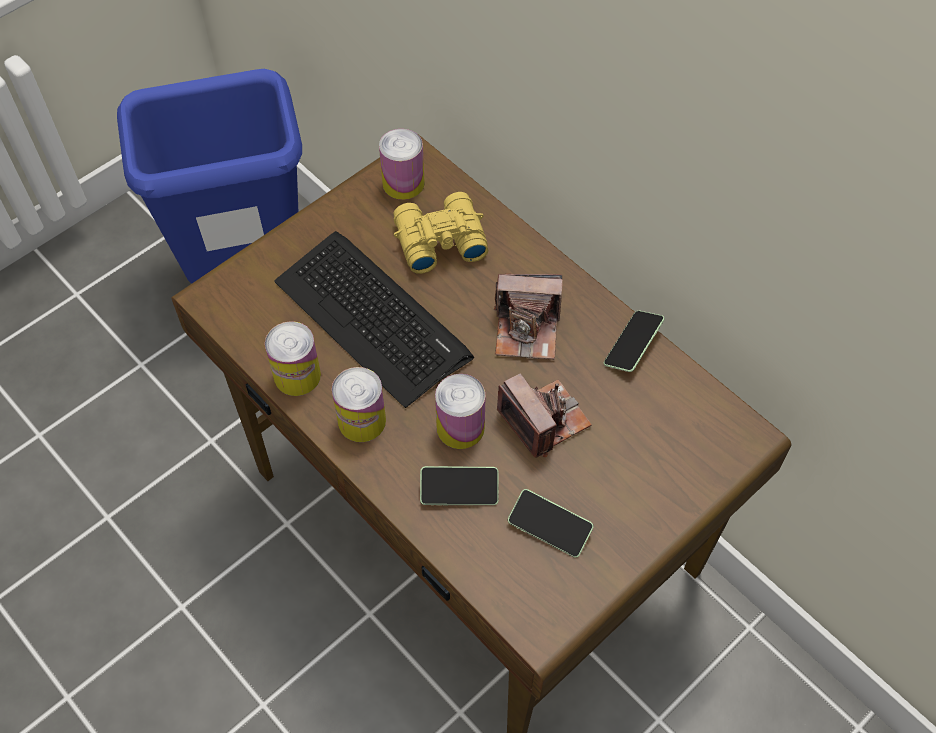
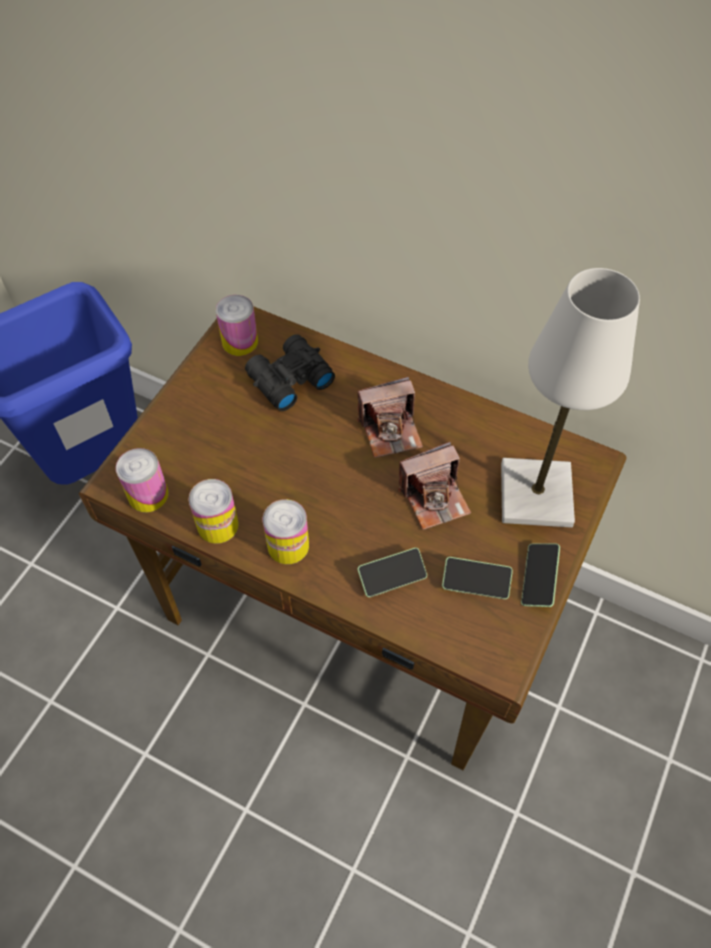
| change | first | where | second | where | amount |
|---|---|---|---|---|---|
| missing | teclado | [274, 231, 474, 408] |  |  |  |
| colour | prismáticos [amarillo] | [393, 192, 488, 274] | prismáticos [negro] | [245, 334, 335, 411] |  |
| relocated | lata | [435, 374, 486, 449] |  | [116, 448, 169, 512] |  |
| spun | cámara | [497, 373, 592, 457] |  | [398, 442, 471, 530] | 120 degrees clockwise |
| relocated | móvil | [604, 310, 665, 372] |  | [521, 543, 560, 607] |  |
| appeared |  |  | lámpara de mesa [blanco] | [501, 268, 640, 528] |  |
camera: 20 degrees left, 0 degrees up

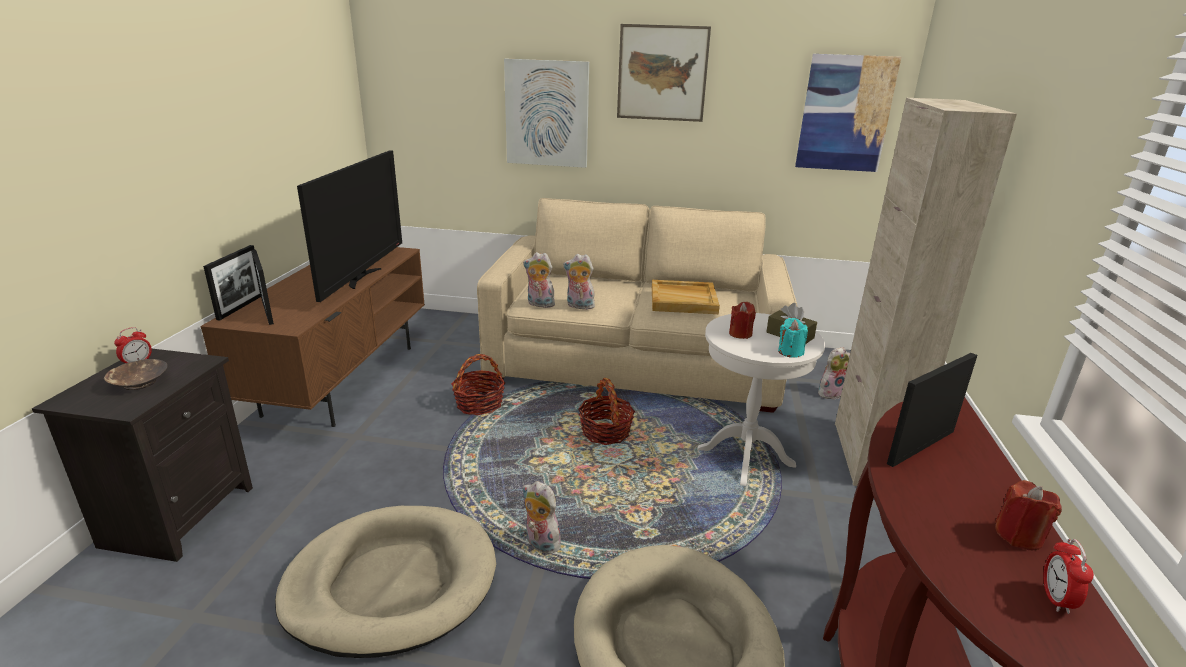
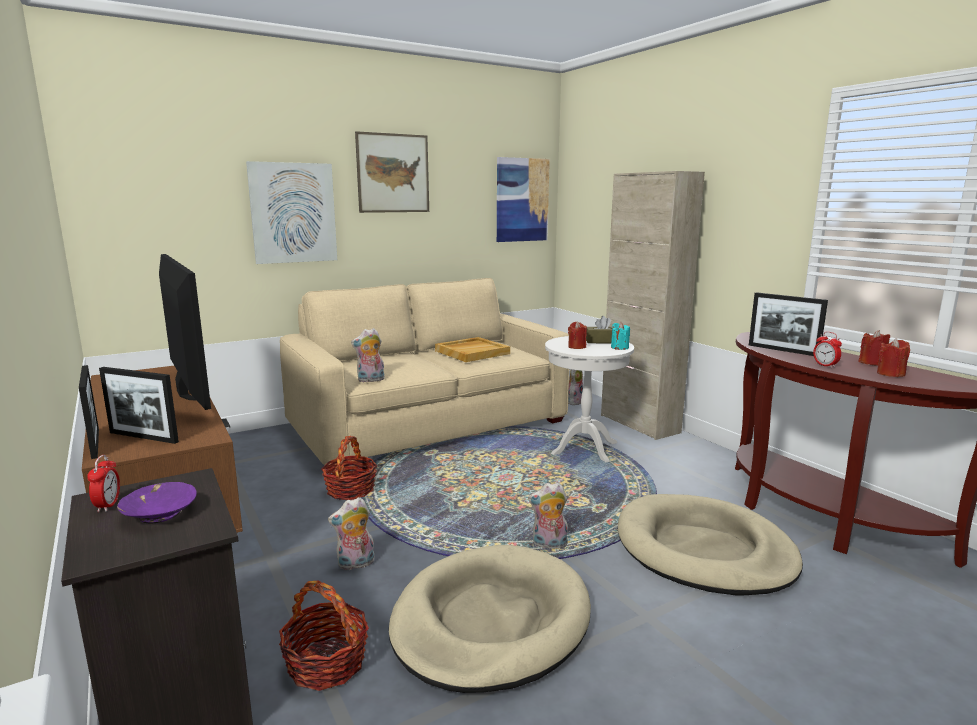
| change | first | where | second | where | amount |
|---|---|---|---|---|---|
| colour | cuenco [marrón] | [104, 359, 167, 390] | cuenco [morado] | [117, 482, 197, 523] |  |
| relocated | peluche | [563, 254, 598, 310] |  | [328, 497, 375, 570] |  |
| relocated | cesta | [578, 378, 635, 445] |  | [279, 581, 369, 691] |  |
| spun | portarretratos | [887, 353, 977, 467] |  | [749, 292, 828, 356] | 60 degrees counterclockwise |
| relocated | despertador | [1043, 539, 1094, 614] |  | [813, 332, 842, 368] |  |
| appeared |  |  | vela [rojo] | [877, 339, 910, 377] |  |
camera: 40 degrees left, 10 degrees down

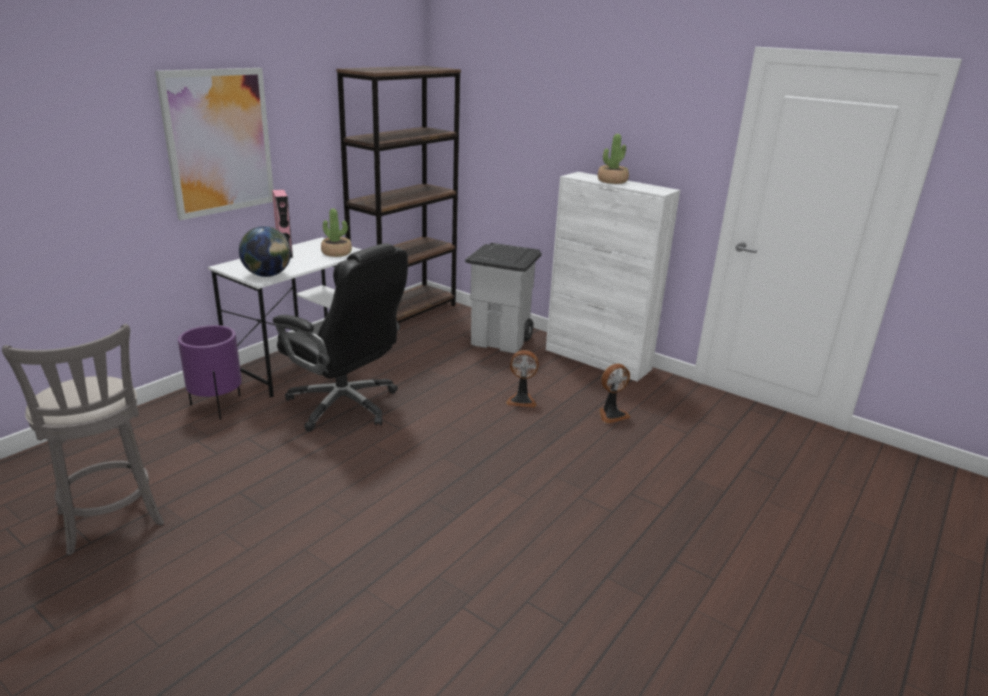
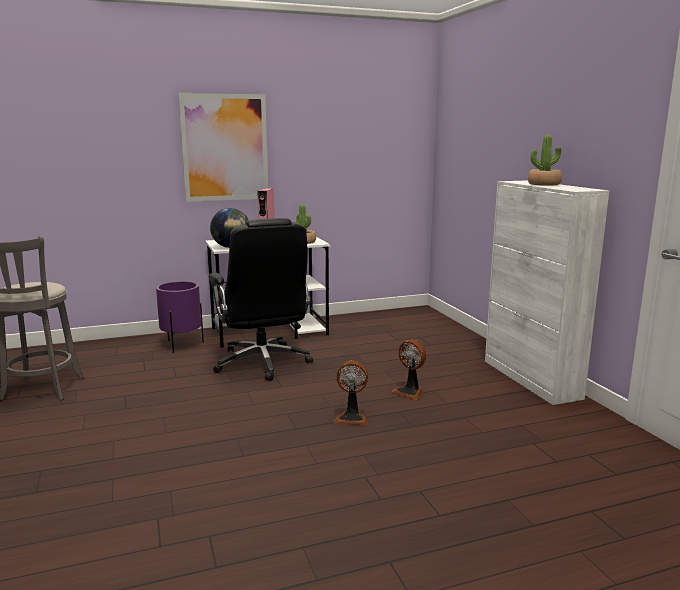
| change | first | where | second | where | amount |
|---|---|---|---|---|---|
| missing | estantería [marrón] | [336, 66, 461, 323] |  |  |  |
| missing | papelera [gris] | [465, 243, 542, 353] |  |  |  |
| relocated | ventilador | [599, 364, 630, 424] |  | [334, 361, 368, 425] |  |
camera: 35 degrees right, 10 degrees down

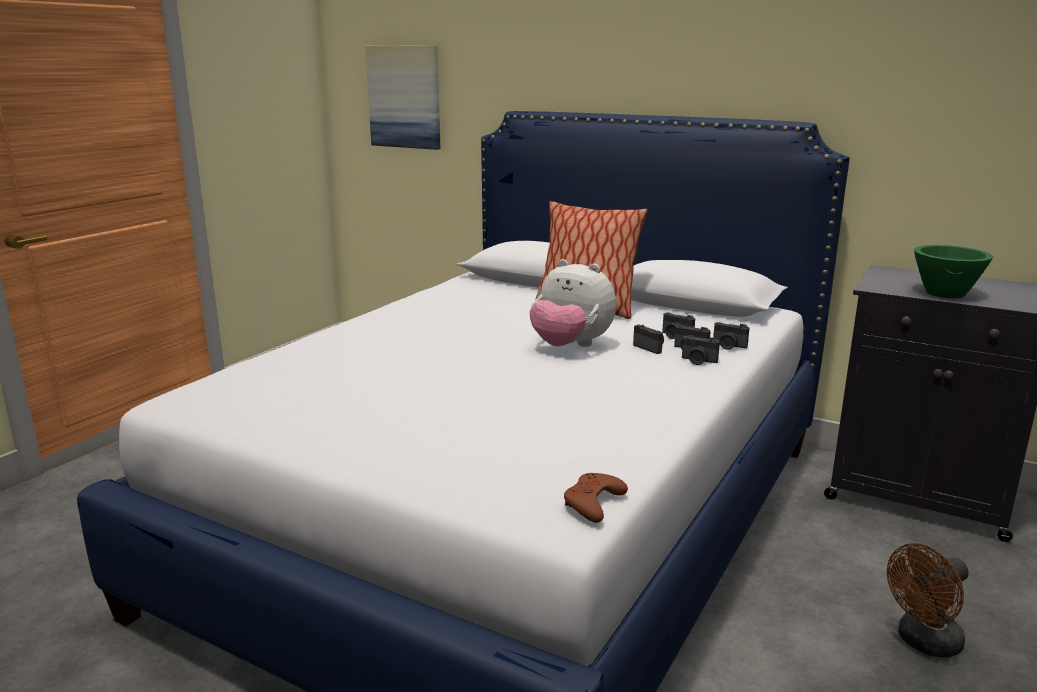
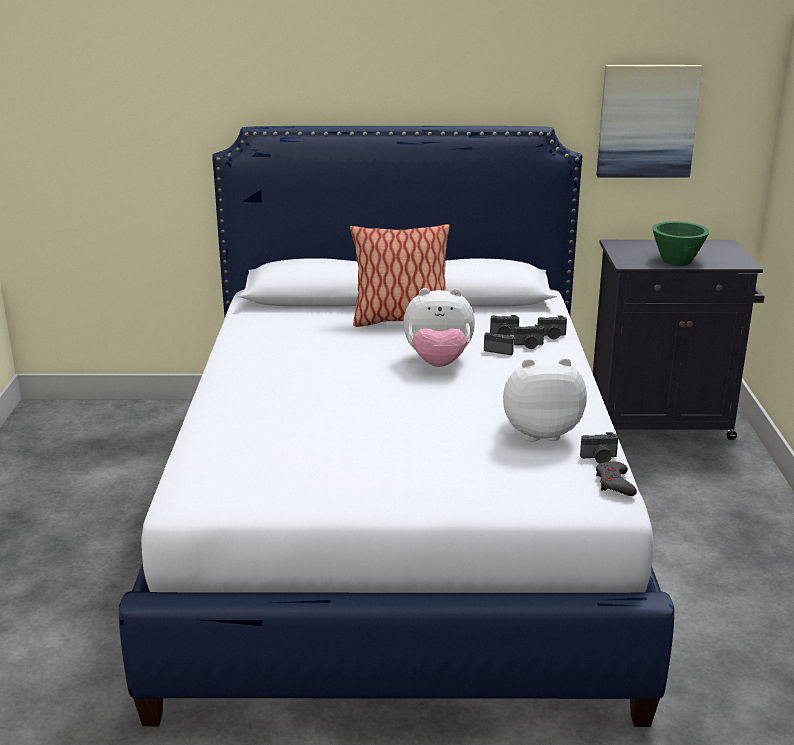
| change | first | where | second | where | amount |
|---|---|---|---|---|---|
| relocated | cuadro | [365, 45, 440, 150] |  | [596, 65, 703, 177] |  |
| colour | mando de consola [marrón] | [564, 473, 628, 523] | mando de consola [gris] | [596, 461, 637, 496] |  |
| relocated | cámara | [682, 336, 720, 365] |  | [580, 432, 618, 463] |  |
| missing | ventilador [marrón] | [887, 543, 969, 658] |  |  |  |
| appeared |  |  | peluche | [503, 358, 587, 442] |  |
camera: 30 degrees left, 5 degrees up

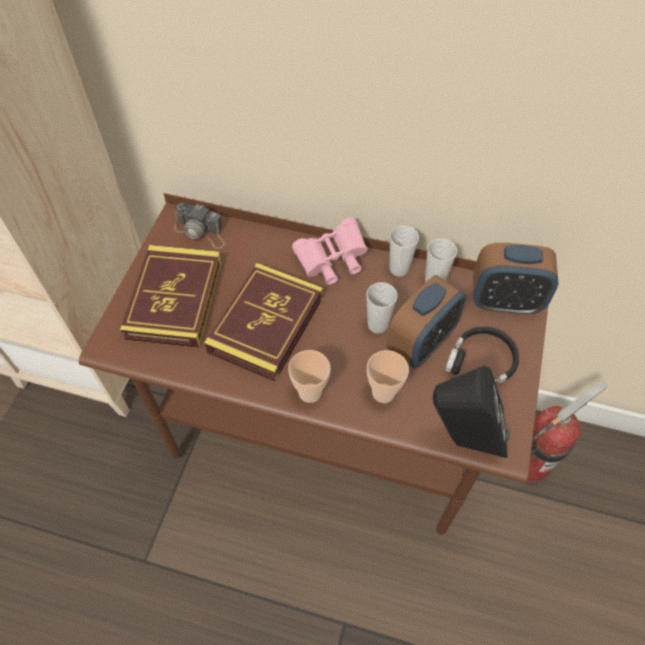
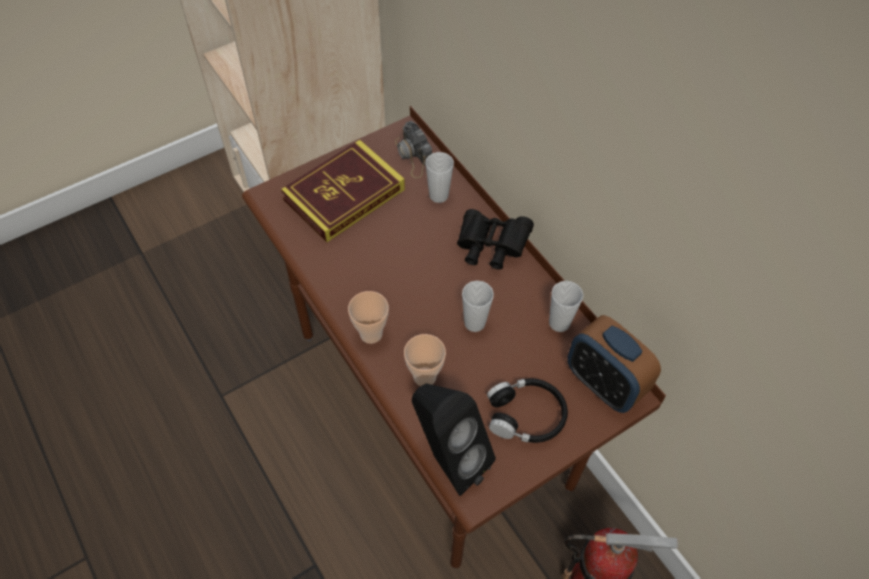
| change | first | where | second | where | amount |
|---|---|---|---|---|---|
| missing | libro | [204, 263, 323, 381] |  |  |  |
| colour | prismáticos [rosa] | [292, 217, 368, 285] | prismáticos [negro] | [457, 209, 534, 270] |  |
| missing | despertador | [386, 275, 466, 368] |  |  |  |
| relocated | taza | [390, 225, 419, 277] |  | [426, 152, 454, 203] |  |
camera: 40 degrees right, 0 degrees up

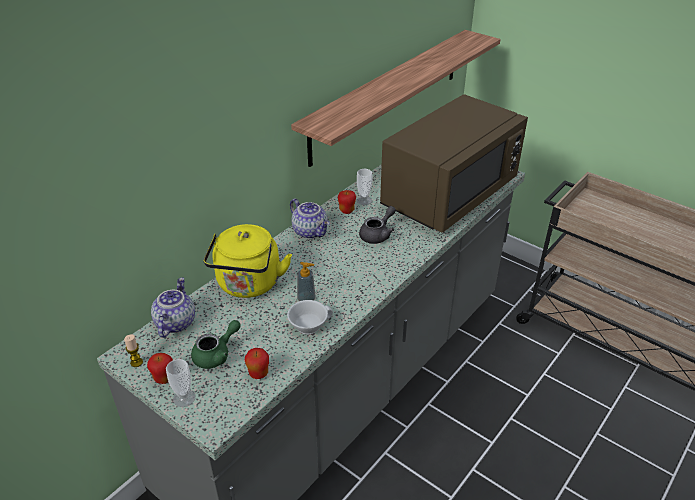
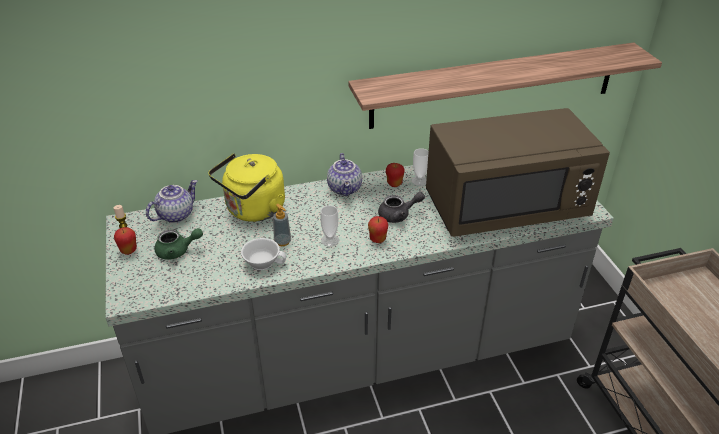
| change | first | where | second | where | amount |
|---|---|---|---|---|---|
| relocated | taza | [166, 359, 196, 407] |  | [320, 205, 339, 247] |  |
| relocated | manzana | [245, 348, 269, 379] |  | [368, 216, 388, 243] |  |
camera: 35 degrees right, 0 degrees up

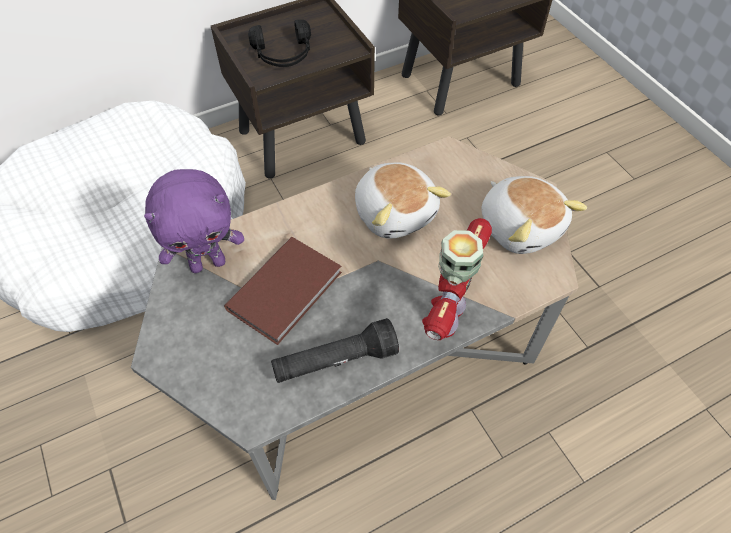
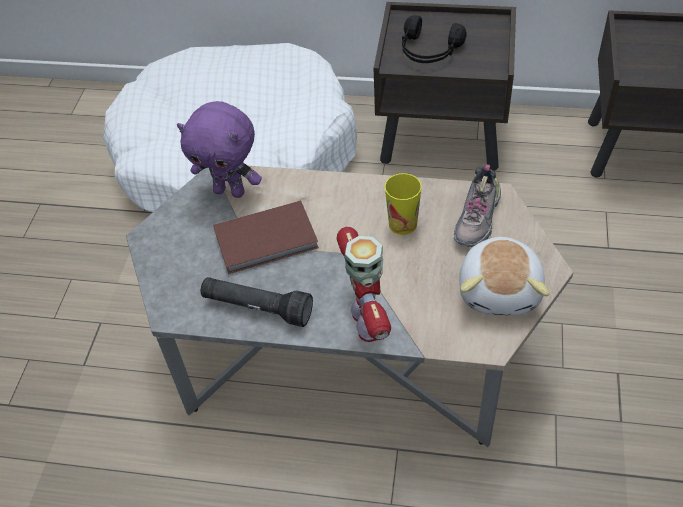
| change | first | where | second | where | amount |
|---|---|---|---|---|---|
| exchanged | peluche | [355, 162, 451, 238] | taza | [385, 173, 422, 235] |  |
| spun | robot de juguete | [422, 218, 492, 340] |  | [337, 227, 391, 342] | 105 degrees clockwise |
| appeared |  |  | zapato | [454, 164, 501, 247] |  |
camera: 40 degrees right, 5 degrees down

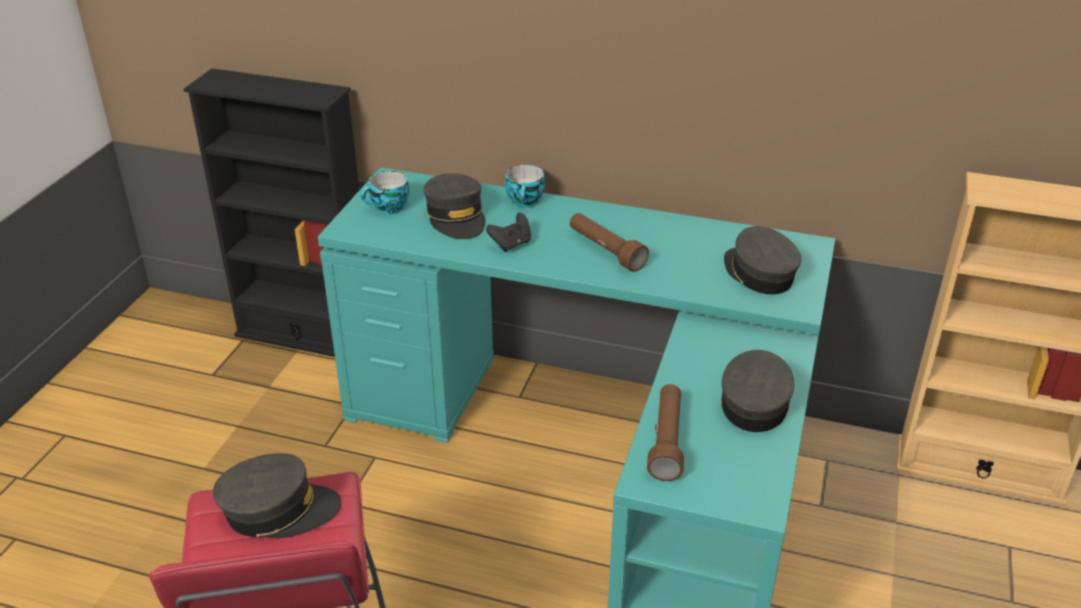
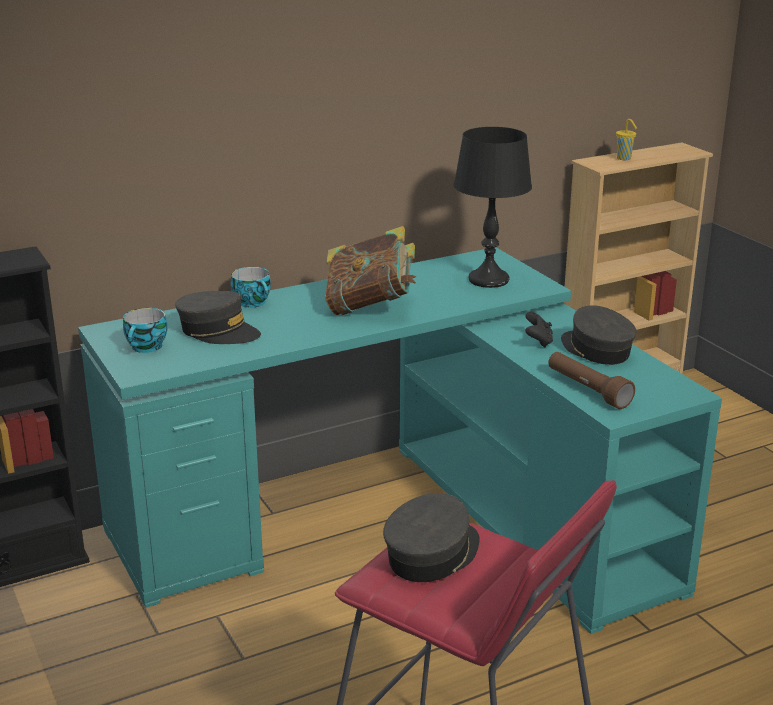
| change | first | where | second | where | amount |
|---|---|---|---|---|---|
| relocated | mando de consola [negro] | [486, 213, 531, 252] |  | [525, 312, 553, 347] |  |
| exchanged | linterna [marrón] | [570, 213, 649, 272] | libro | [325, 226, 416, 315] |  |
| exchanged | gorra [gris] | [724, 226, 801, 295] | lámpara de mesa [negro] | [453, 127, 532, 288] |  |
| appeared |  |  | taza [amarillo] | [616, 119, 637, 160] |  |
camera: 45 degrees left, 10 degrees down

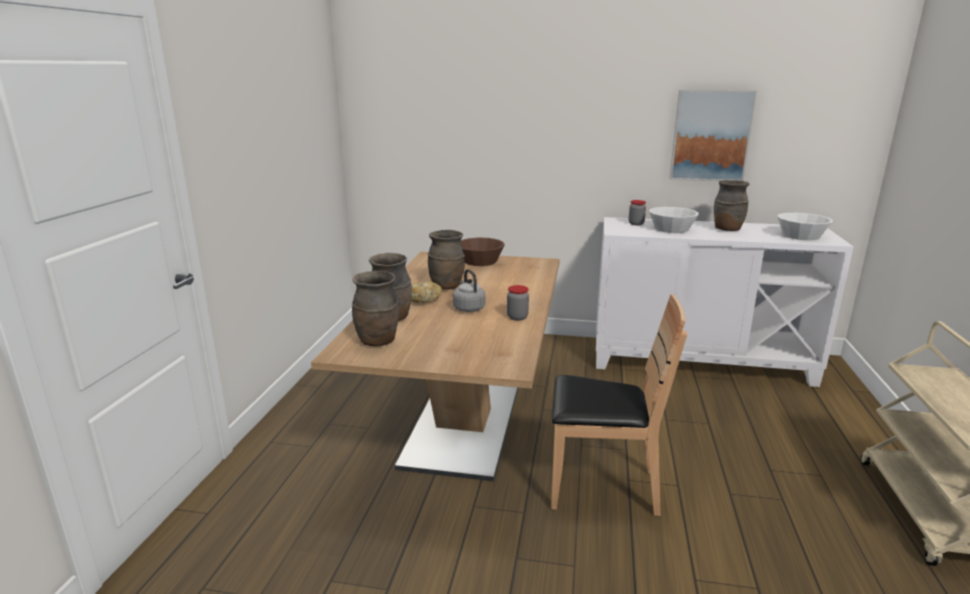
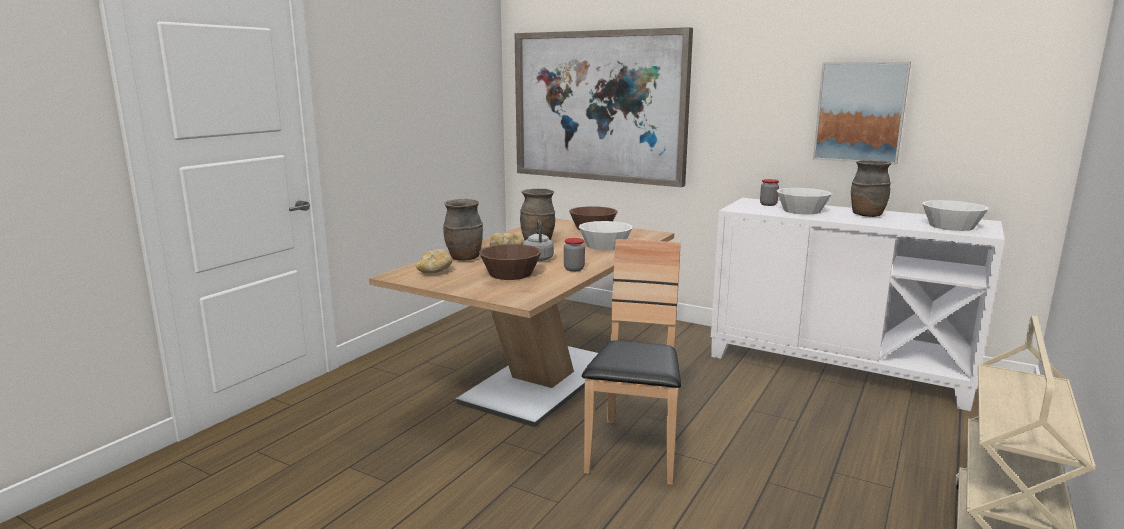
| change | first | where | second | where | amount |
|---|---|---|---|---|---|
| exchanged | florero [marrón] | [352, 271, 399, 346] | pan | [416, 249, 452, 273] |  |
| spun | silla [marrón] | [551, 294, 687, 516] |  | [582, 239, 681, 485] | 105 degrees counterclockwise |
| appeared |  |  | cuenco [marrón] | [479, 244, 542, 280] |  |
| appeared |  |  | cuadro | [515, 27, 693, 187] |  |
| appeared |  |  | cuenco [blanco] | [579, 221, 632, 251] |  |
camera: 20 degrees right, 5 degrees down

